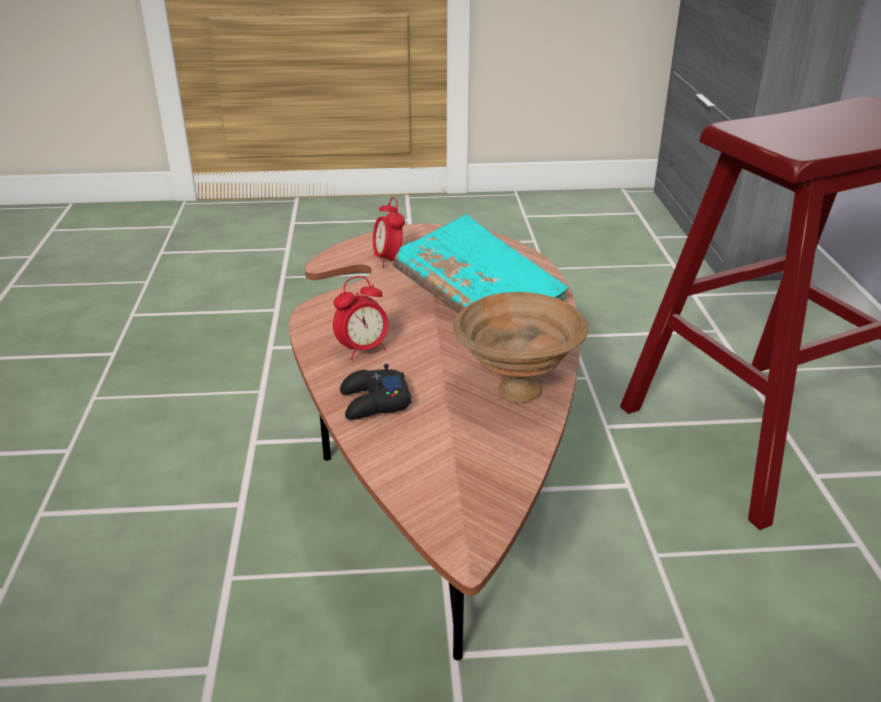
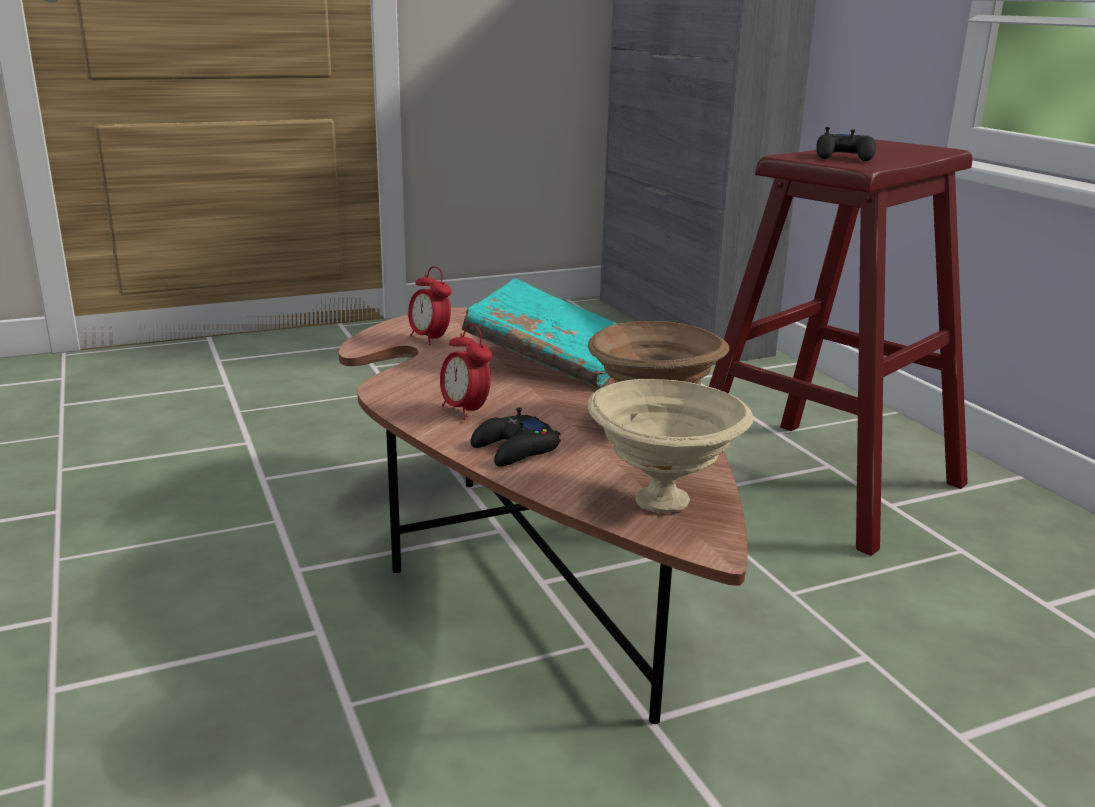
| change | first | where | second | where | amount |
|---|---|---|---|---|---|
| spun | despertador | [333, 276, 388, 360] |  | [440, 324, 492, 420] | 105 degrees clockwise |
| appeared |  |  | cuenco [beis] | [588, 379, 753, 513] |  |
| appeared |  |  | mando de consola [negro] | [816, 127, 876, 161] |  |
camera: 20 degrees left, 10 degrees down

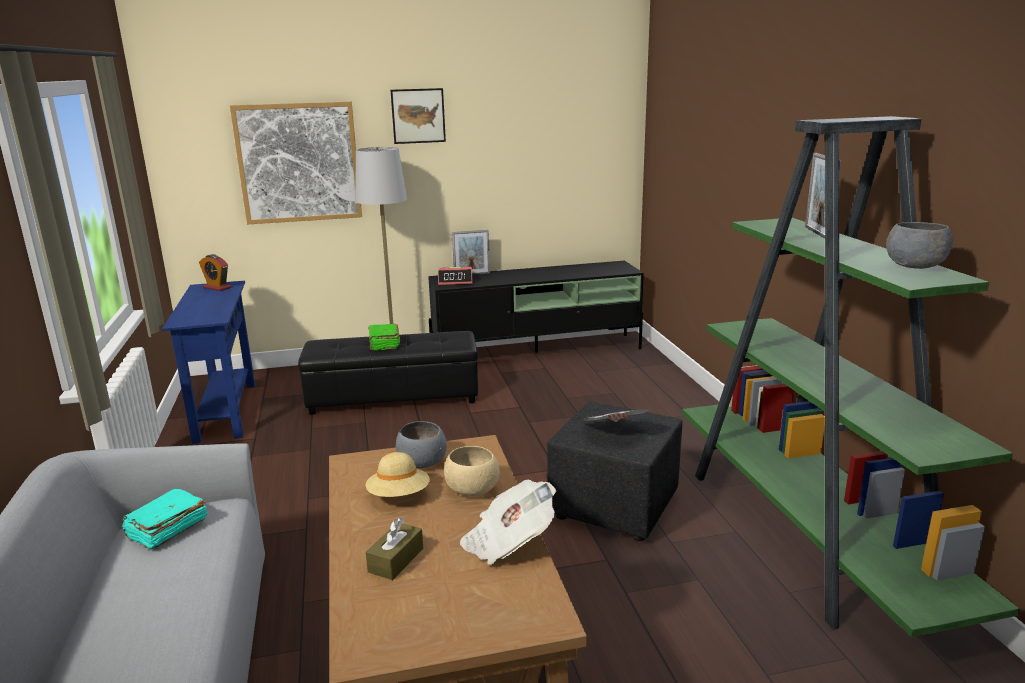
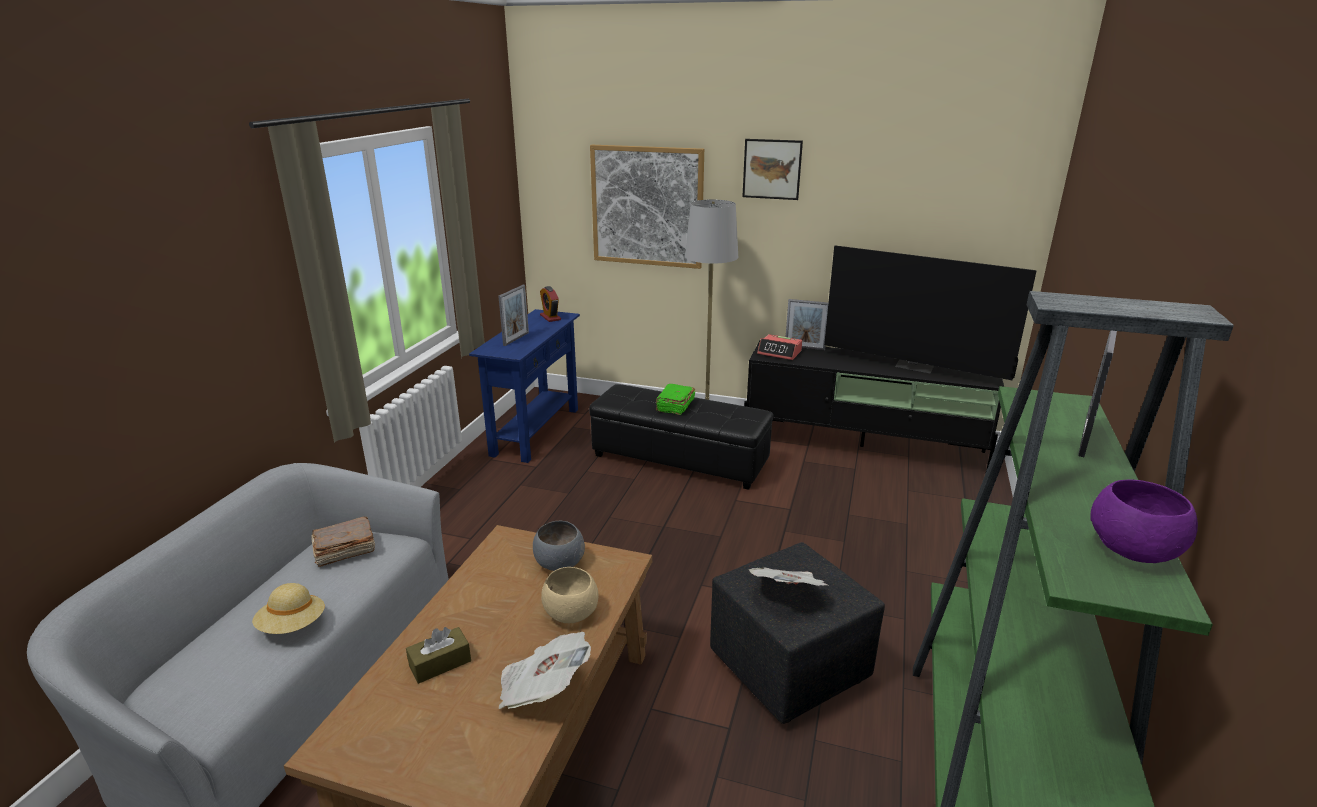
| change | first | where | second | where | amount |
|---|---|---|---|---|---|
| colour | libro [turquesa] | [122, 489, 208, 551] | libro [marrón] | [311, 517, 375, 567] |  |
| relocated | sombrero [beis] | [366, 452, 430, 497] |  | [252, 583, 325, 634] |  |
| colour | cuenco [gris] | [886, 222, 953, 269] | cuenco [morado] | [1090, 480, 1198, 563] |  |
| appeared |  |  | portarretratos | [498, 285, 529, 346] |  |
| appeared |  |  | televisor | [824, 245, 1037, 380] |  |
camera: 30 degrees right, 5 degrees up

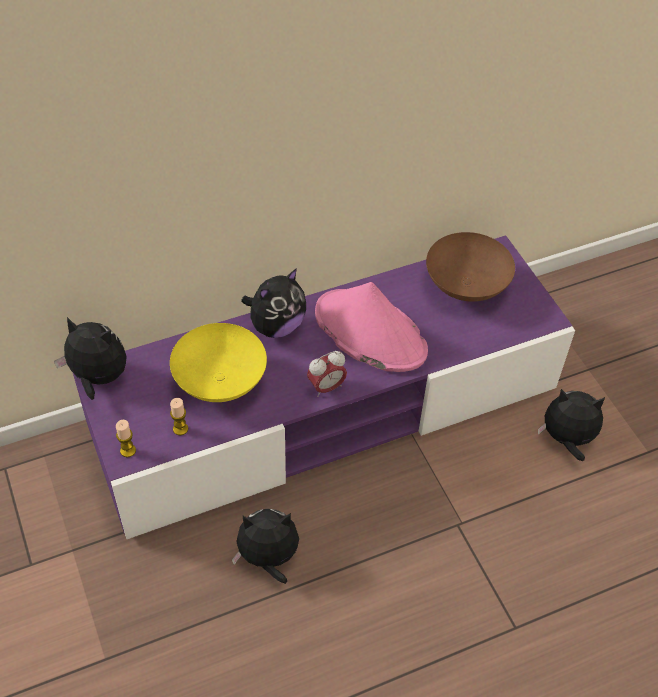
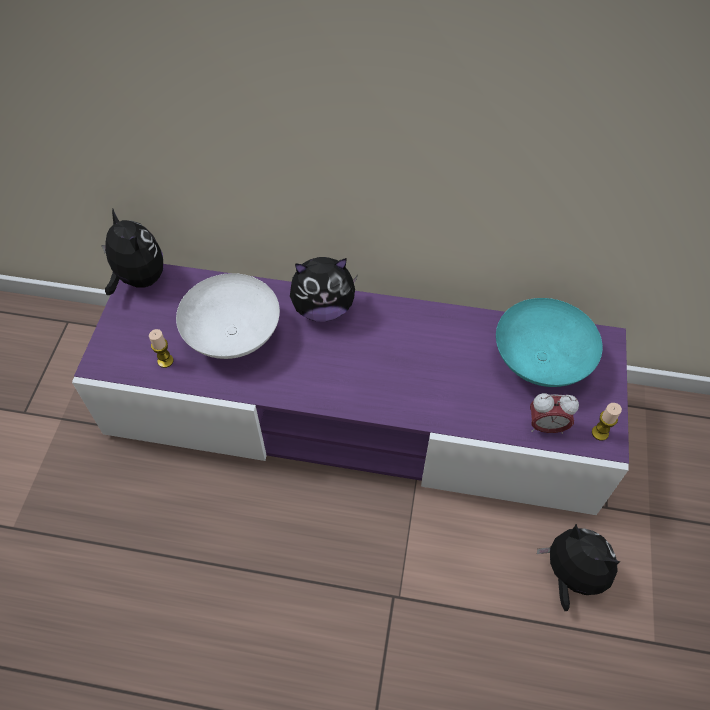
| change | first | where | second | where | amount |
|---|---|---|---|---|---|
| relocated | vela | [116, 420, 136, 457] |  | [592, 403, 622, 441] |  |
| colour | cuenco [amarillo] | [170, 323, 267, 402] | cuenco [blanco] | [176, 273, 280, 359] |  |
| missing | peluche | [232, 509, 299, 584] |  |  |  |
| relocated | despertador | [307, 351, 347, 397] |  | [530, 393, 579, 434] |  |
| missing | sombrero [rosa] | [315, 282, 428, 372] |  |  |  |
| colour | cuenco [marrón] | [426, 232, 515, 302] | cuenco [turquesa] | [496, 298, 603, 387] |  |
camera: 35 degrees right, 5 degrees up

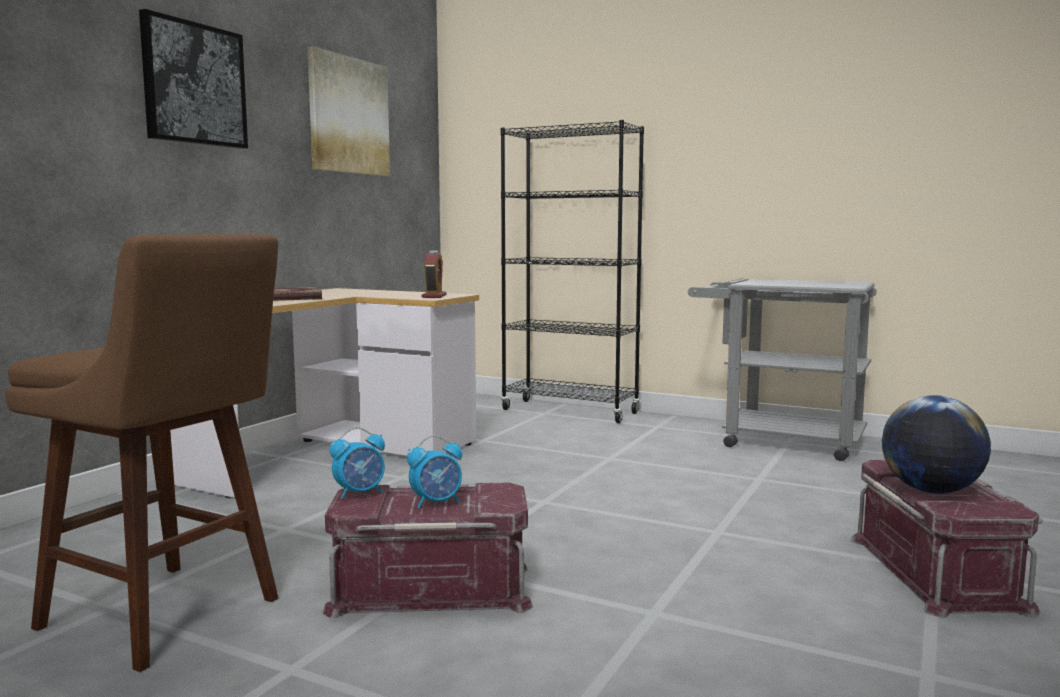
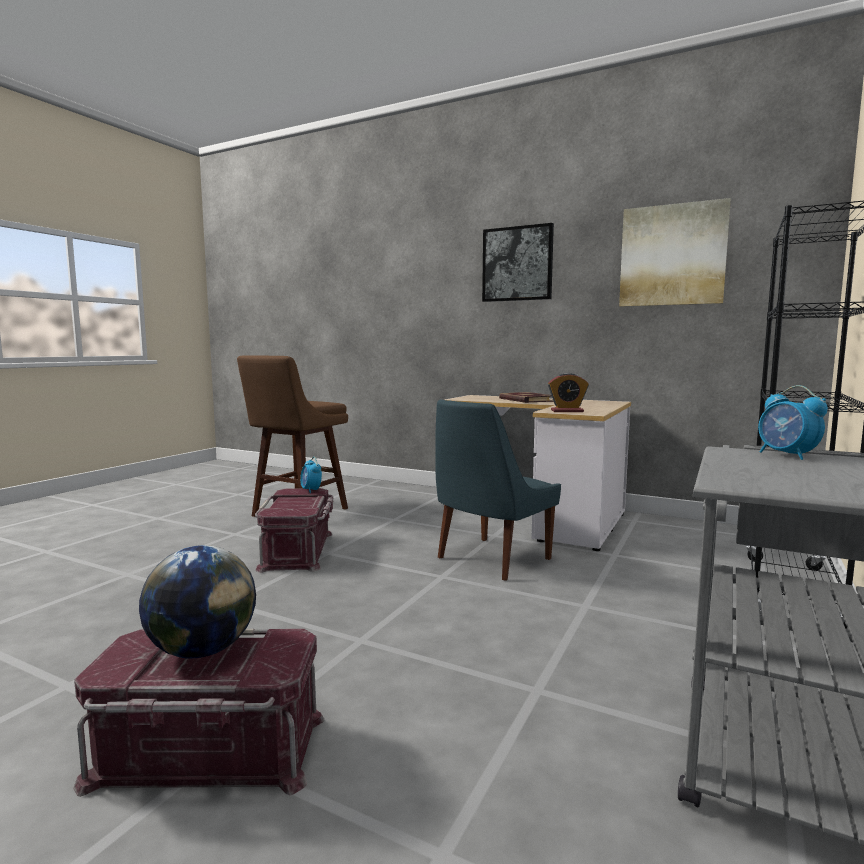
| change | first | where | second | where | amount |
|---|---|---|---|---|---|
| relocated | despertador | [407, 435, 462, 508] |  | [758, 385, 828, 460] |  |
| appeared |  |  | silla [azul] | [435, 400, 561, 581] |  |
camera: 90 degrees right, 0 degrees up

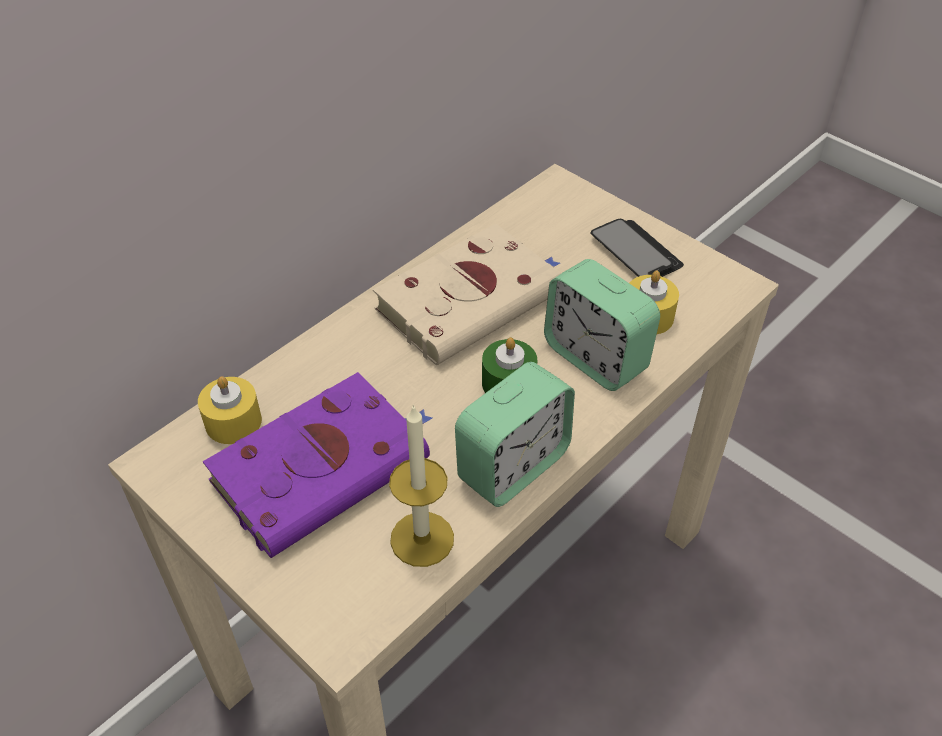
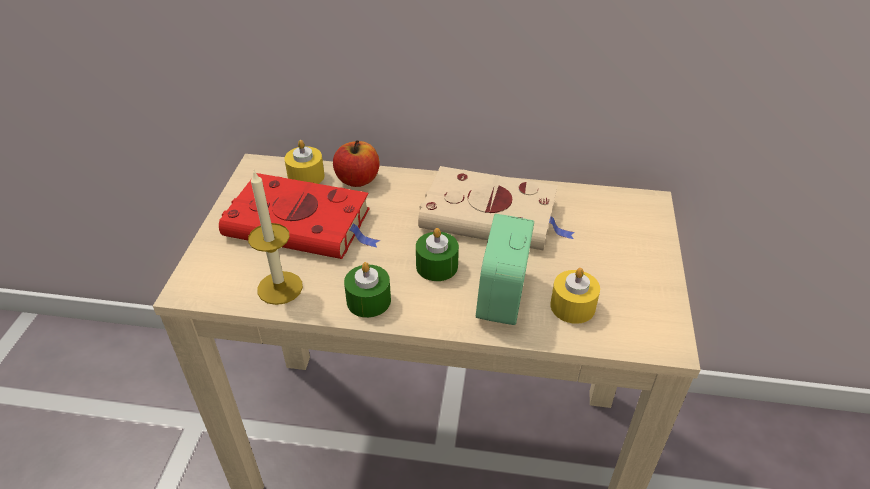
| change | first | where | second | where | amount |
|---|---|---|---|---|---|
| colour | libro [morado] | [203, 372, 432, 558] | libro [rojo] | [219, 173, 381, 259] |  |
| exchanged | despertador | [455, 362, 575, 507] | vela [verde] | [344, 262, 391, 318] |  |
| missing | móvil | [590, 219, 684, 277] |  |  |  |
| appeared |  |  | manzana | [333, 140, 379, 187] |  |
camera: 55 degrees right, 5 degrees down

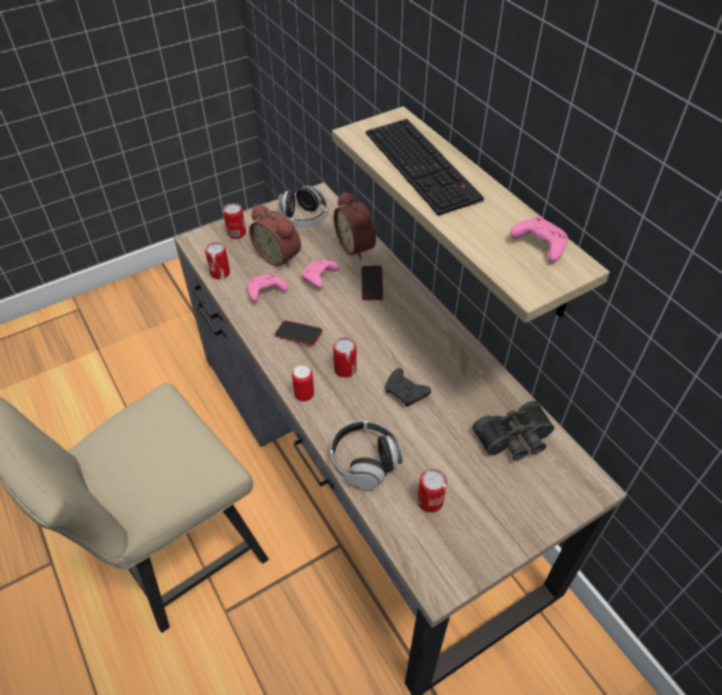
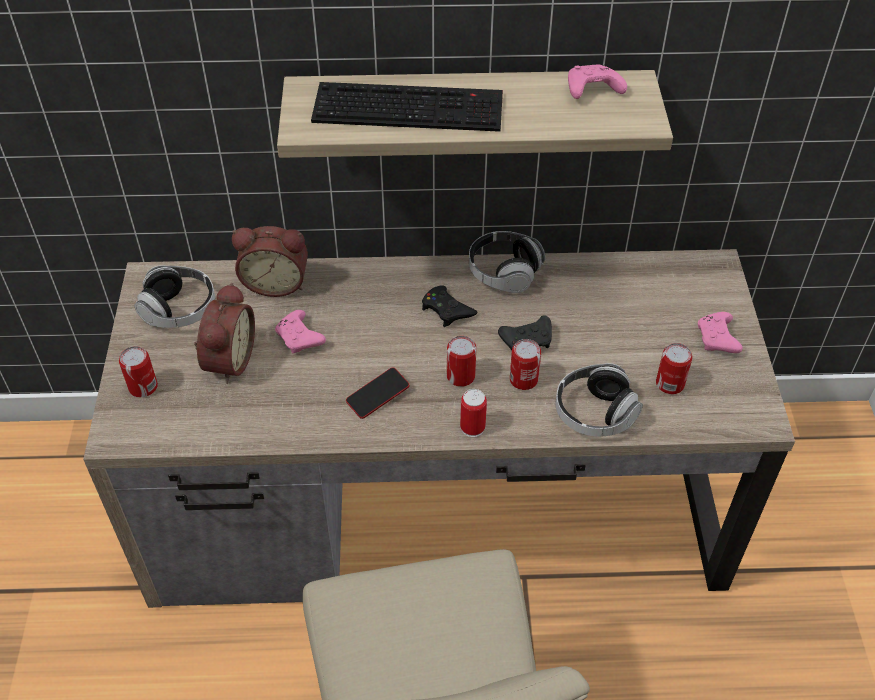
| change | first | where | second | where | amount |
|---|---|---|---|---|---|
| relocated | lata | [205, 242, 230, 279] |  | [510, 339, 541, 390] |  |
| relocated | mando de consola [rosa] | [248, 274, 288, 302] |  | [698, 312, 743, 353] |  |
| spun | despertador | [249, 205, 301, 268] |  | [194, 283, 255, 384] | 60 degrees counterclockwise |
| missing | móvil | [361, 266, 383, 300] |  |  |  |
| missing | prismáticos [negro] | [472, 401, 555, 461] |  |  |  |
| appeared |  |  | mando de consola [negro] | [422, 286, 477, 327] |  |
| appeared |  |  | auriculares | [469, 231, 545, 293] |  |
camera: 60 degrees left, 0 degrees up

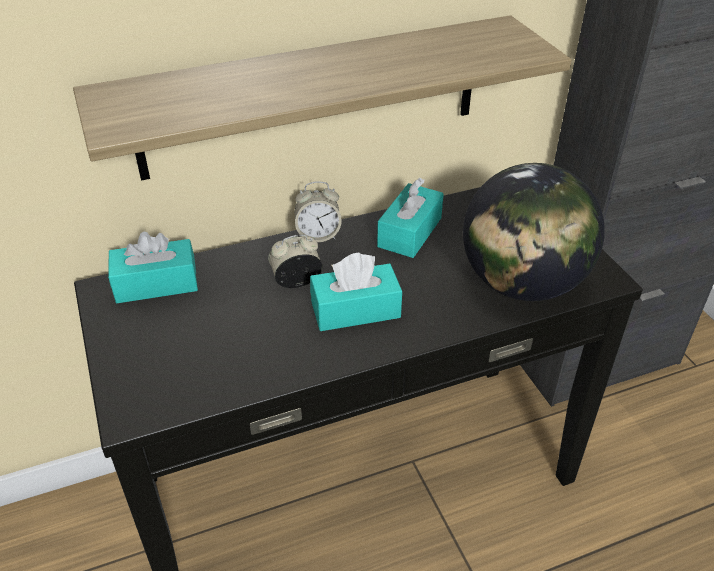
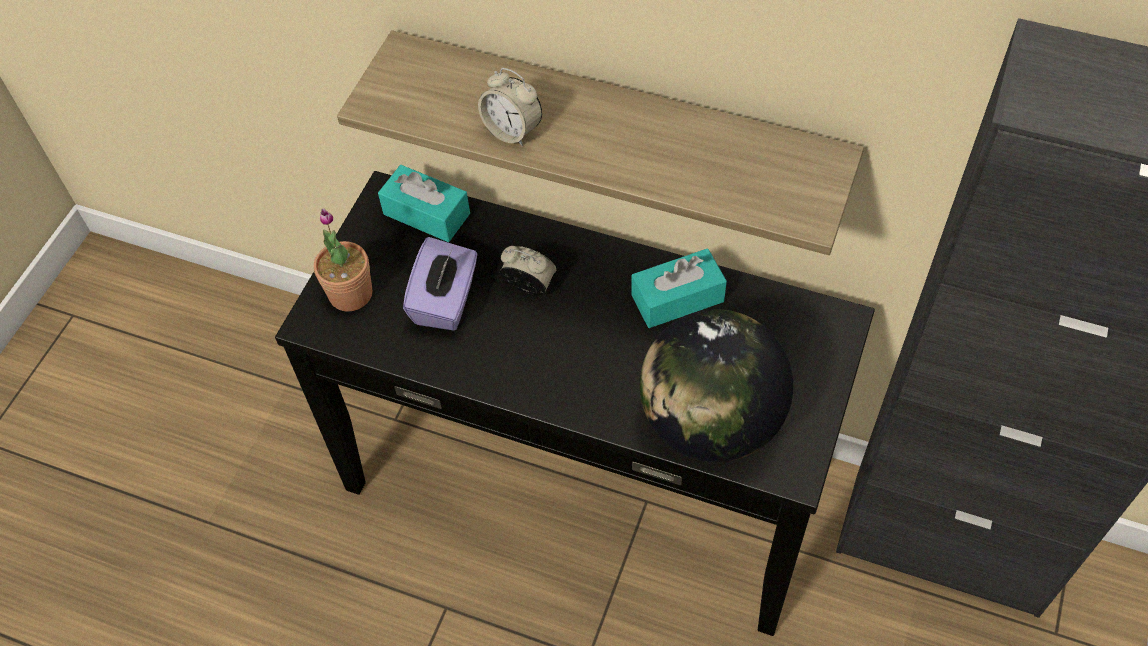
| change | first | where | second | where | amount |
|---|---|---|---|---|---|
| relocated | despertador | [295, 181, 342, 242] |  | [478, 68, 542, 146] |  |
| missing | caja de pañuelos [turquesa] | [310, 253, 402, 331] |  |  |  |
| appeared |  |  | planta en maceta | [314, 208, 372, 311] |  |
| appeared |  |  | caja de pañuelos [morado] | [403, 237, 477, 331] |  |
camera: 45 degrees right, 15 degrees up

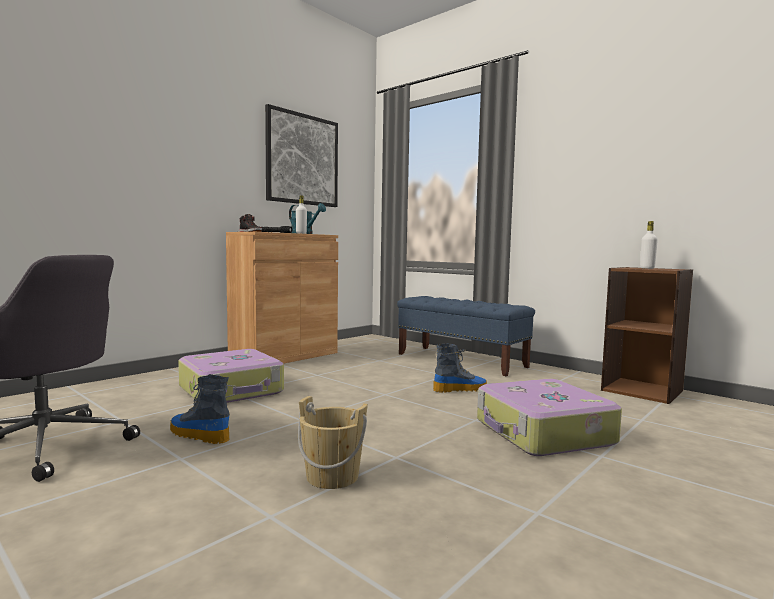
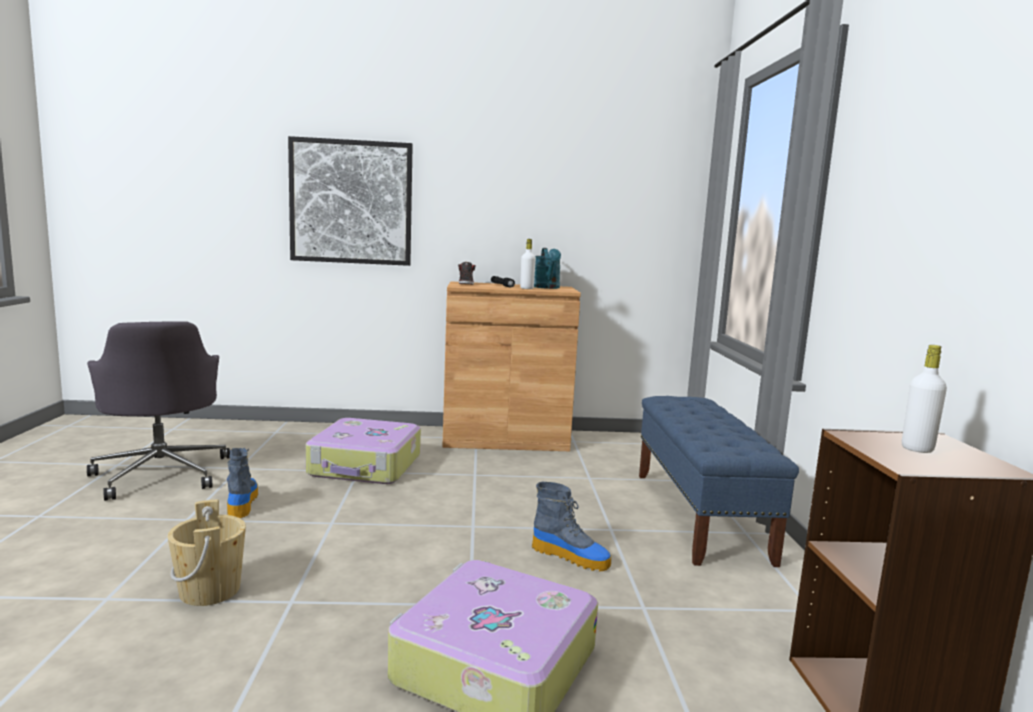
| change | first | where | second | where | amount |
|---|---|---|---|---|---|
| relocated | cuadro | [265, 104, 338, 207] |  | [288, 136, 413, 266] |  |
camera: 45 degrees right, 5 degrees up

